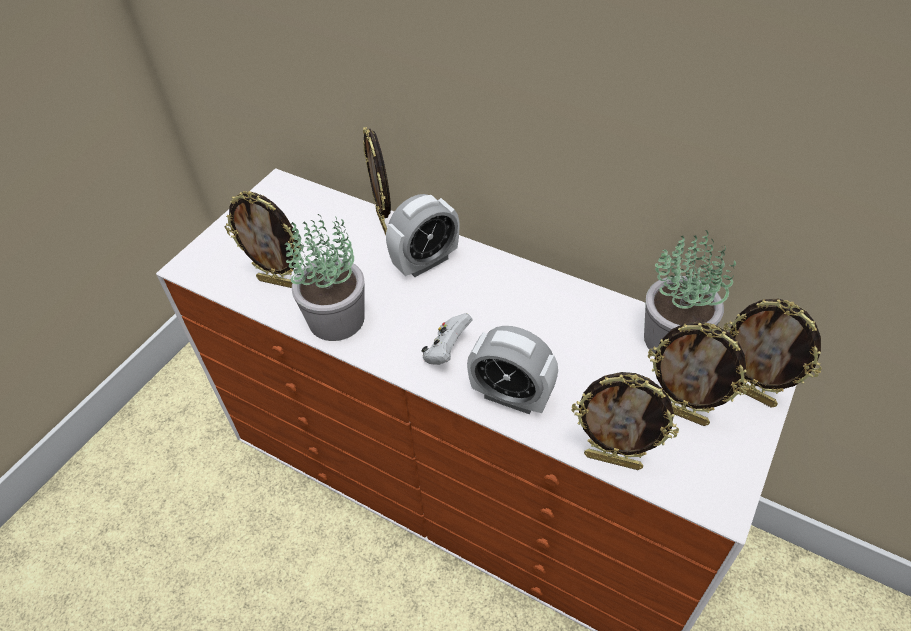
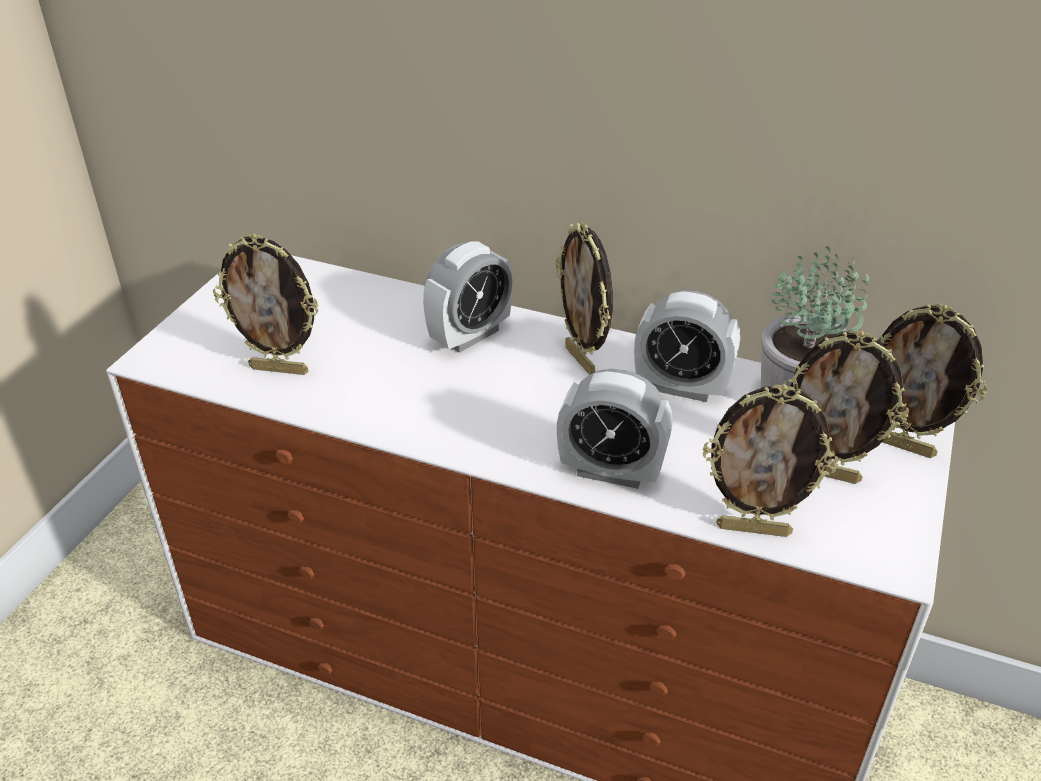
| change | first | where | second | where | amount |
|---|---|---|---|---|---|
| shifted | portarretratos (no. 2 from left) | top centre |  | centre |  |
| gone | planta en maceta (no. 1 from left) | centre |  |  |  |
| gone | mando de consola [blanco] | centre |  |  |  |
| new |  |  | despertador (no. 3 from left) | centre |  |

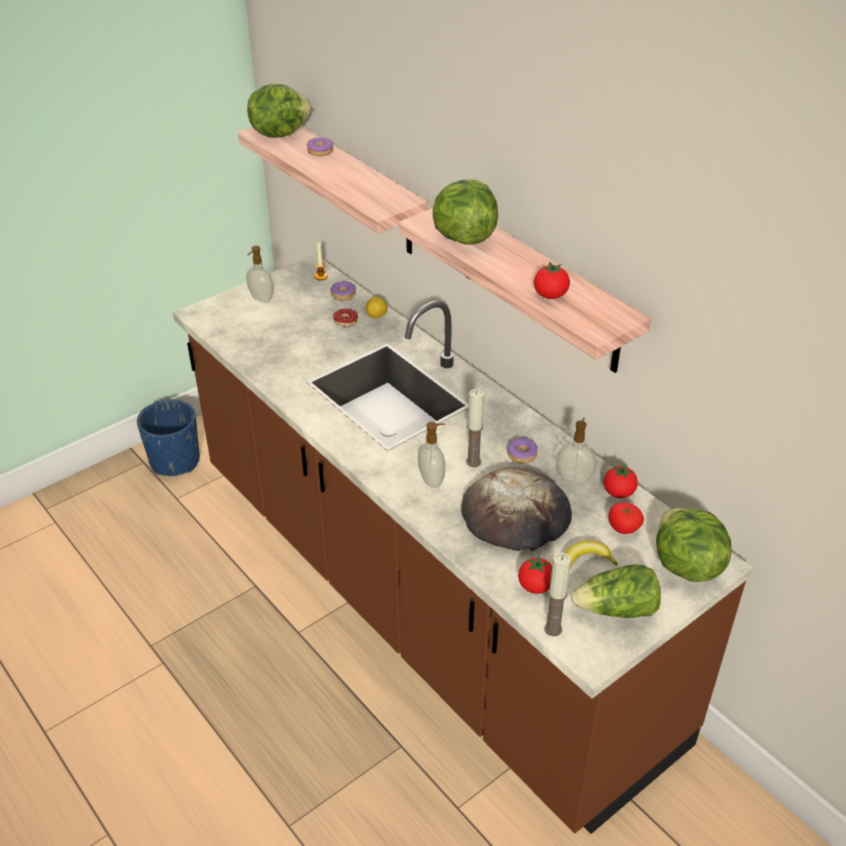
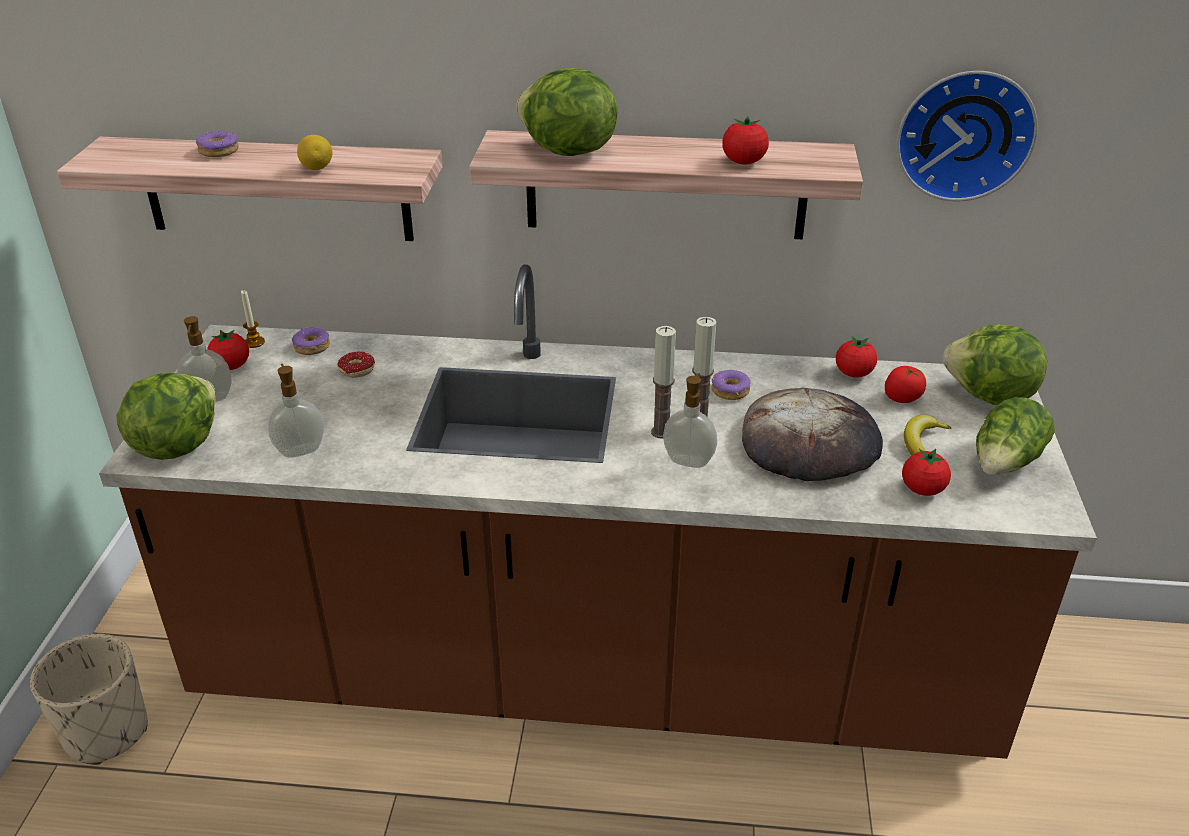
| change | first | where | second | where | amount |
|---|---|---|---|---|---|
| shifted | lechuga (no. 1 from left) | top left |  | middle left |  |
| shifted | limón | centre |  | top left |  |
| repainted | maceta [azul] | middle left | maceta [beis] | bottom left |  |
| shifted | dispensador de jabón (no. 3 from left in the first image) | middle right | dispensador de jabón (no. 2 from left) | middle left |  |
| shifted | vela (no. 3 from left in the first image) | bottom centre | vela (no. 2 from left) | centre |  |
| new |  |  | reloj de pared | top right |  |
| new |  |  | tomate (no. 1 from left) | middle left |  |

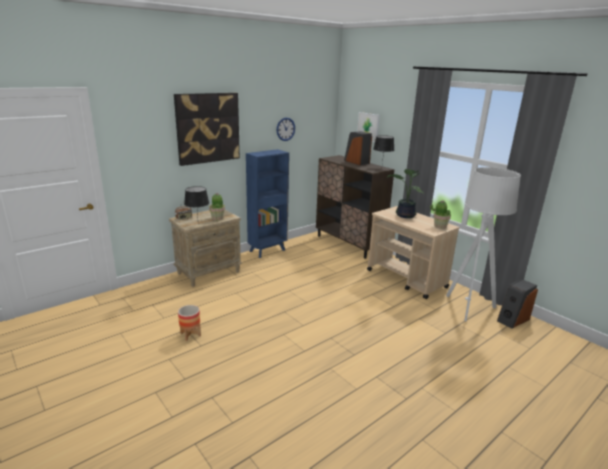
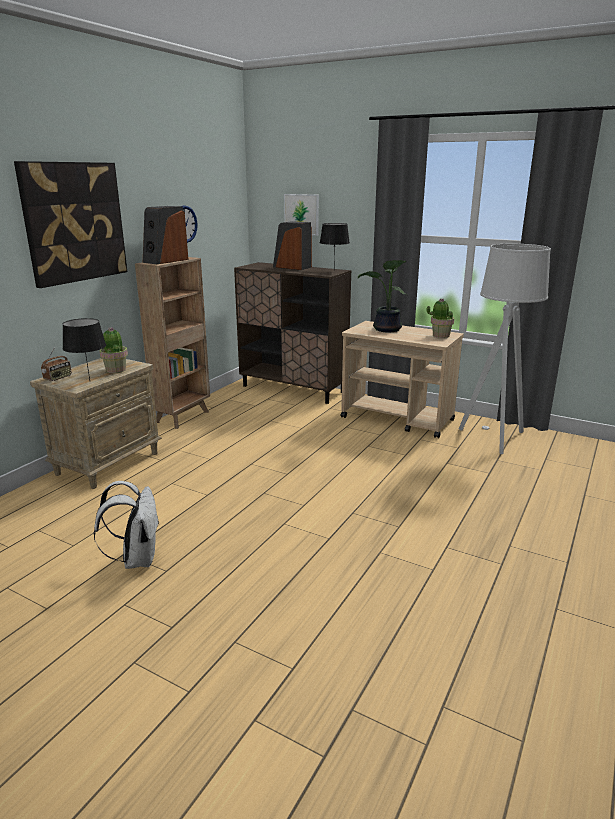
| change | first | where | second | where | amount |
|---|---|---|---|---|---|
| repainted | estantería [azul] | centre | estantería [marrón] | middle left |  |
| shifted | altavoz (no. 2 from left in the first image) | middle right | altavoz (no. 1 from left) | top left |  |
| swapped | maceta | bottom left | mochila [blanco] | middle left |  |

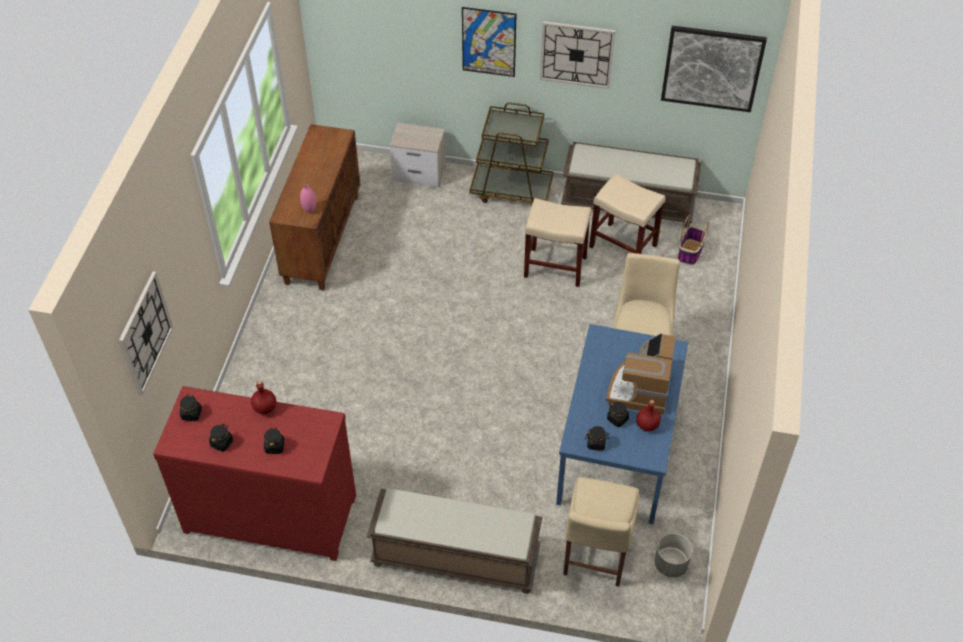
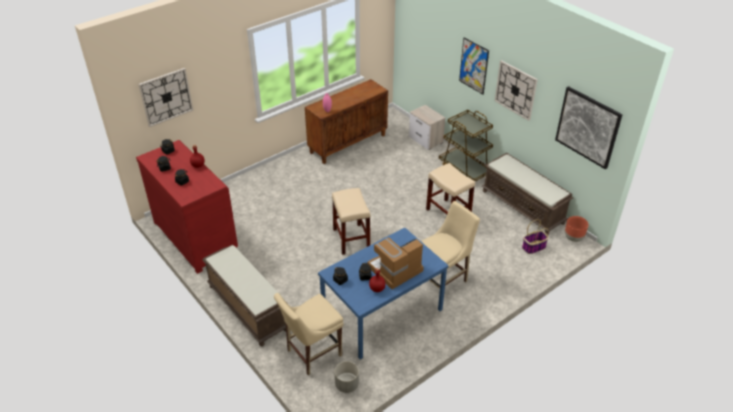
| change | first | where | second | where | amount |
|---|---|---|---|---|---|
| shifted | taburete [beis] (no. 2 from left in the first image) | top centre | taburete [beis] (no. 1 from left) | centre |  |
| new |  |  | maceta [marrón] | middle right |  |

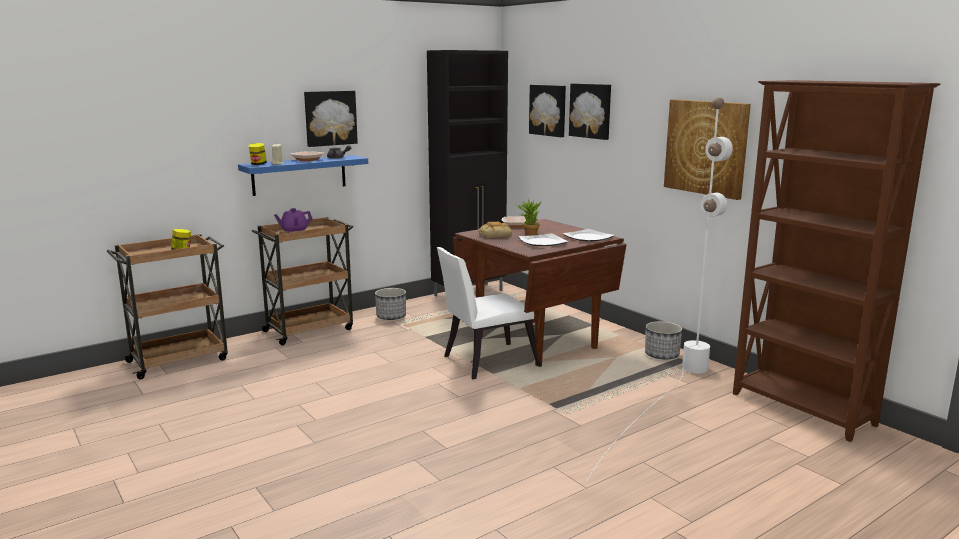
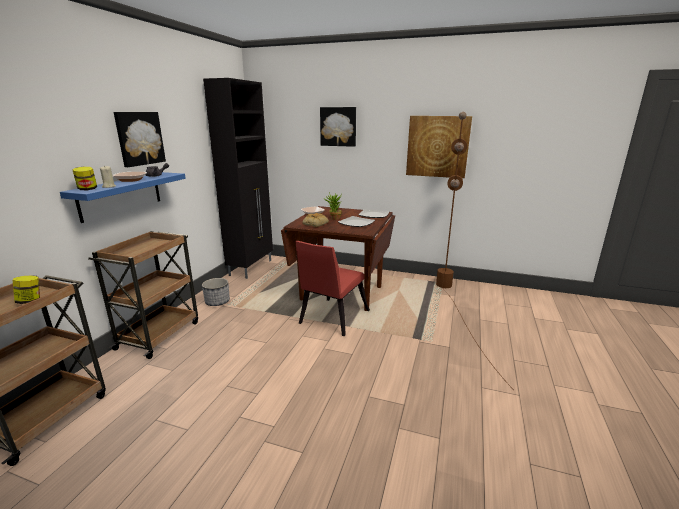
| change | first | where | second | where | amount |
|---|---|---|---|---|---|
| gone | estantería [marrón] | middle right |  |  |  |
| gone | cuadro (no. 2 from left) | top centre |  |  |  |
| repainted | lámpara de pie [blanco] | middle right | lámpara de pie [marrón] | middle right |  |
| gone | tetera [morado] | middle left |  |  |  |
| repainted | silla [blanco] | centre | silla [rojo] | centre |  |
| gone | maceta (no. 2 from left) | middle right |  |  |  |

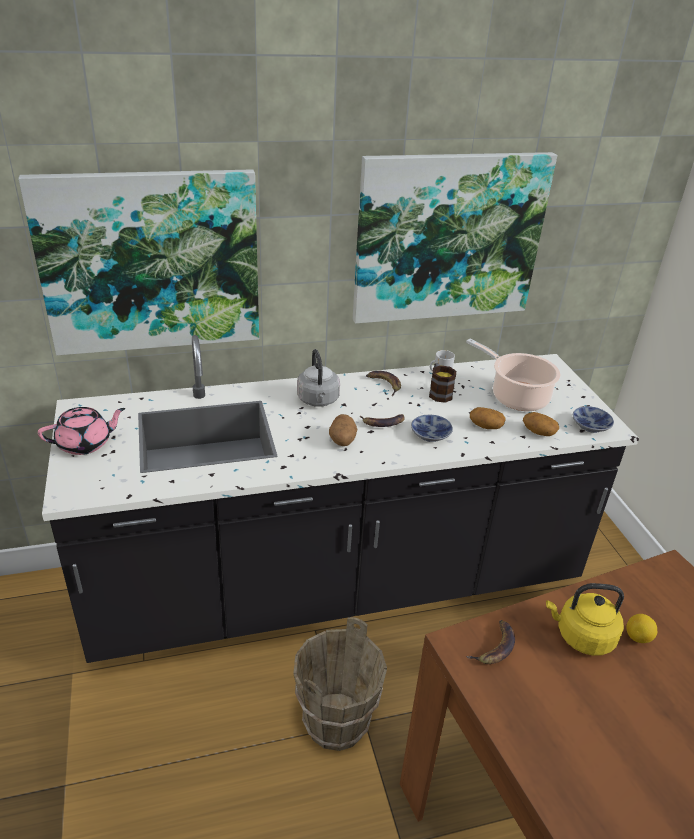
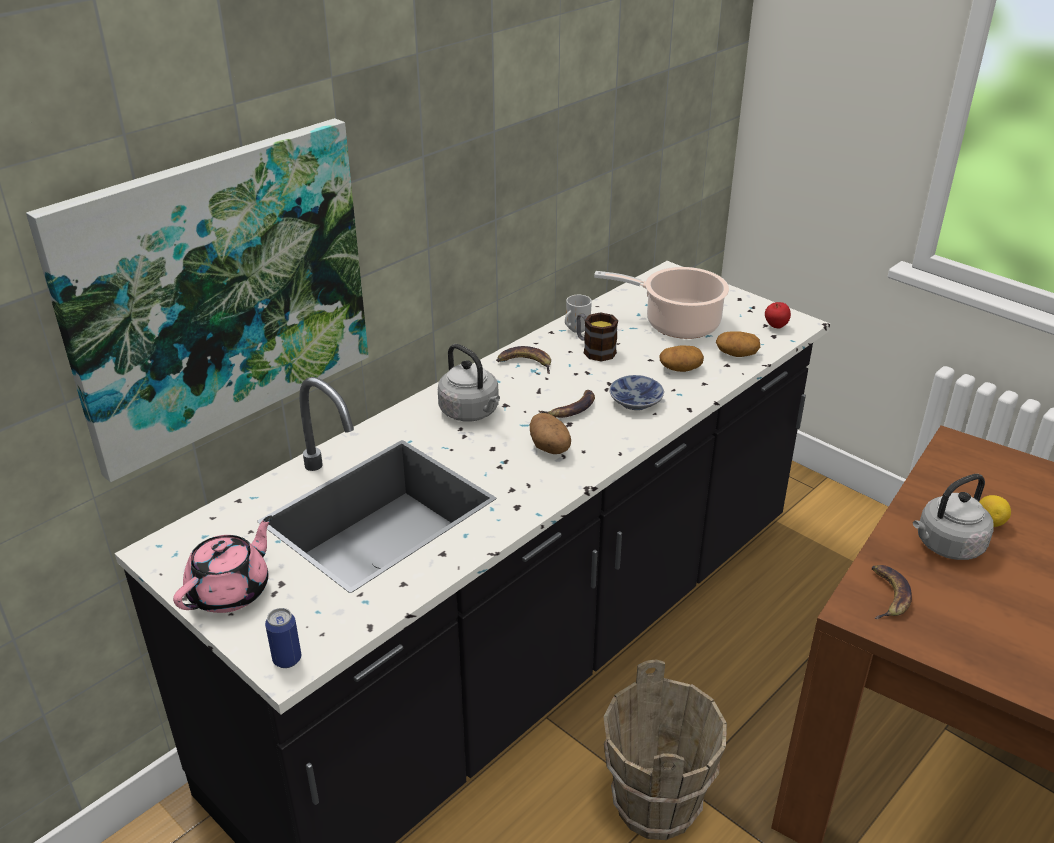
| change | first | where | second | where | amount |
|---|---|---|---|---|---|
| gone | cuadro (no. 2 from left) | top centre |  |  |  |
| swapped | cuenco (no. 2 from left) | middle right | manzana | middle right |  |
| repainted | hervidor [amarillo] | bottom right | hervidor [gris] (no. 2 from left) | middle right |  |
| new |  |  | lata | bottom left |  |

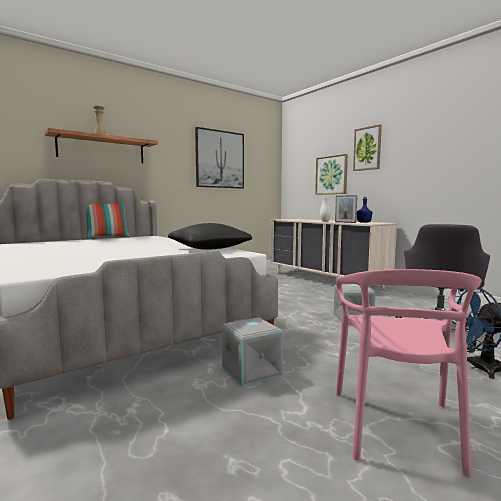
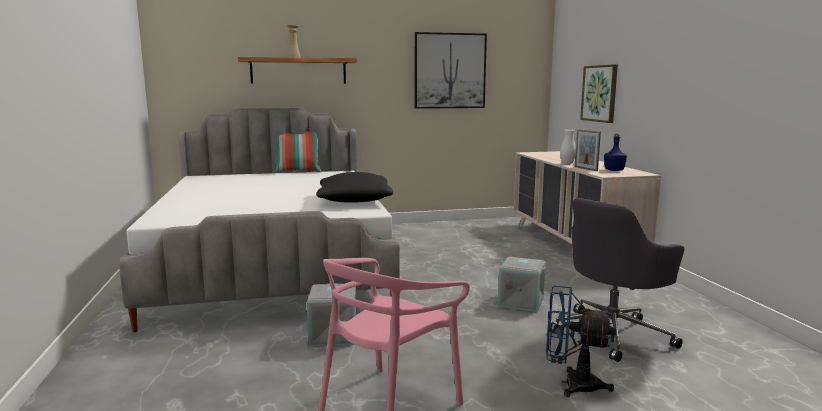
| change | first | where | second | where | amount |
|---|---|---|---|---|---|
| gone | cuadro (no. 3 from left) | top right |  |  |  |

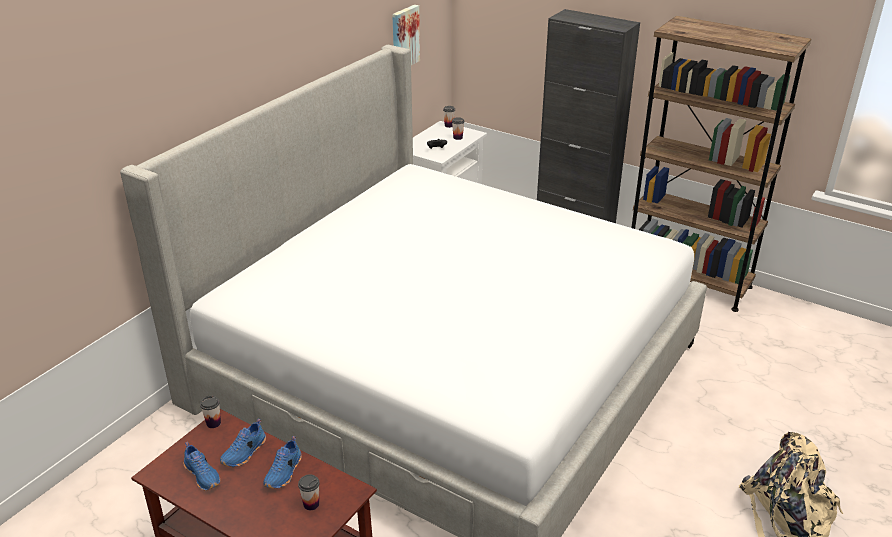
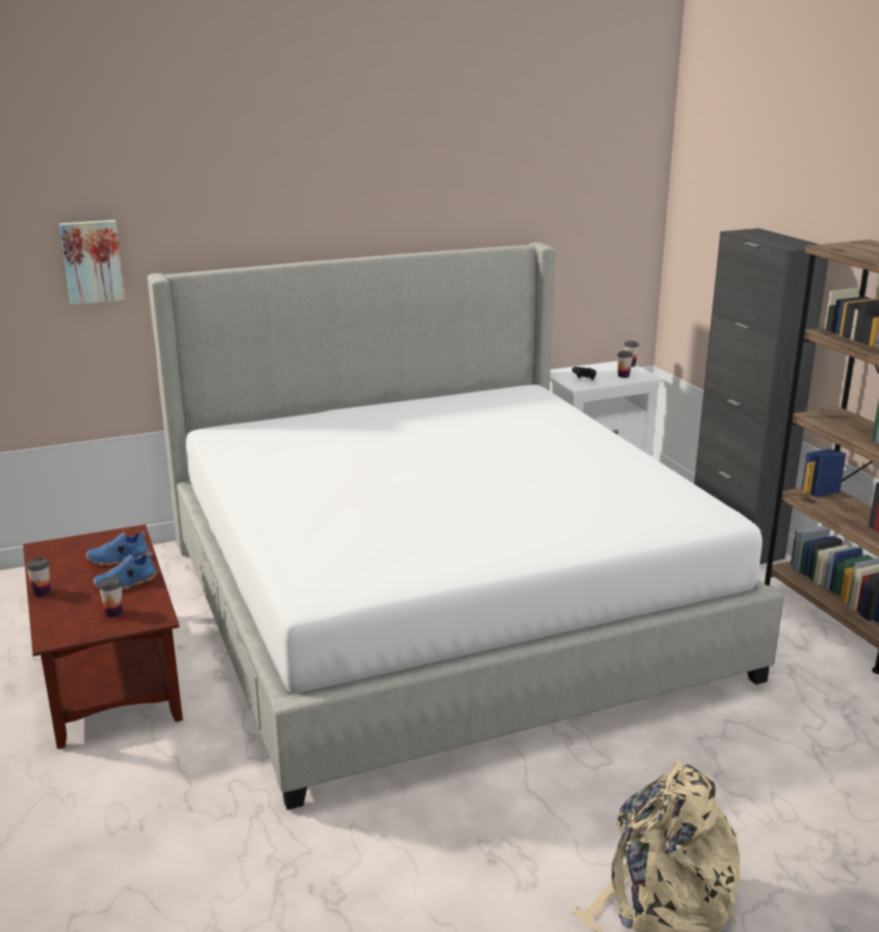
| change | first | where | second | where | amount |
|---|---|---|---|---|---|
| shifted | cuadro | top centre |  | top left |  |
| shifted | taza (no. 1 from left) | bottom left |  | middle left |  |
| gone | zapato [azul] (no. 1 from left) | bottom left |  |  |  |

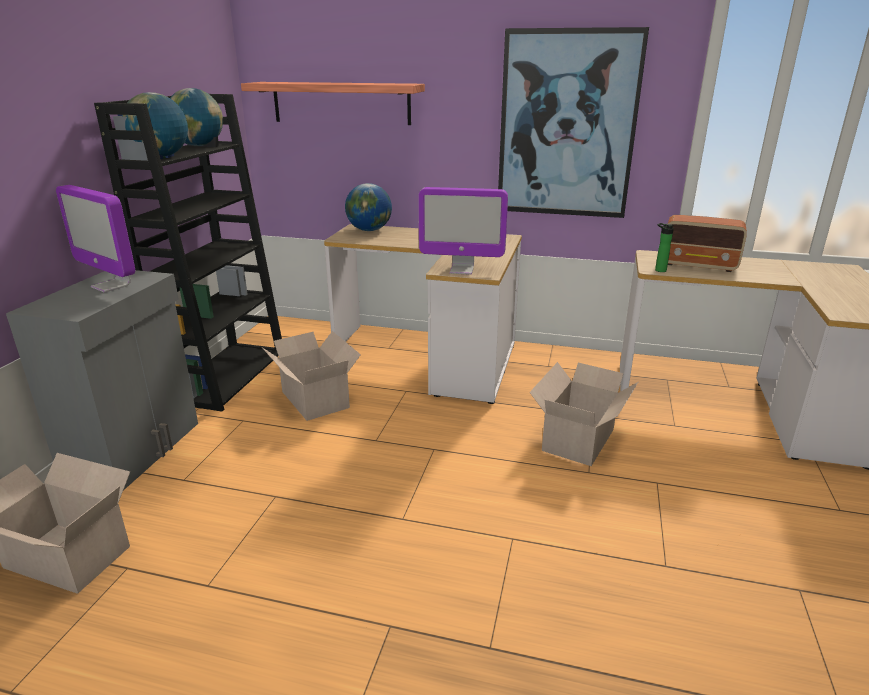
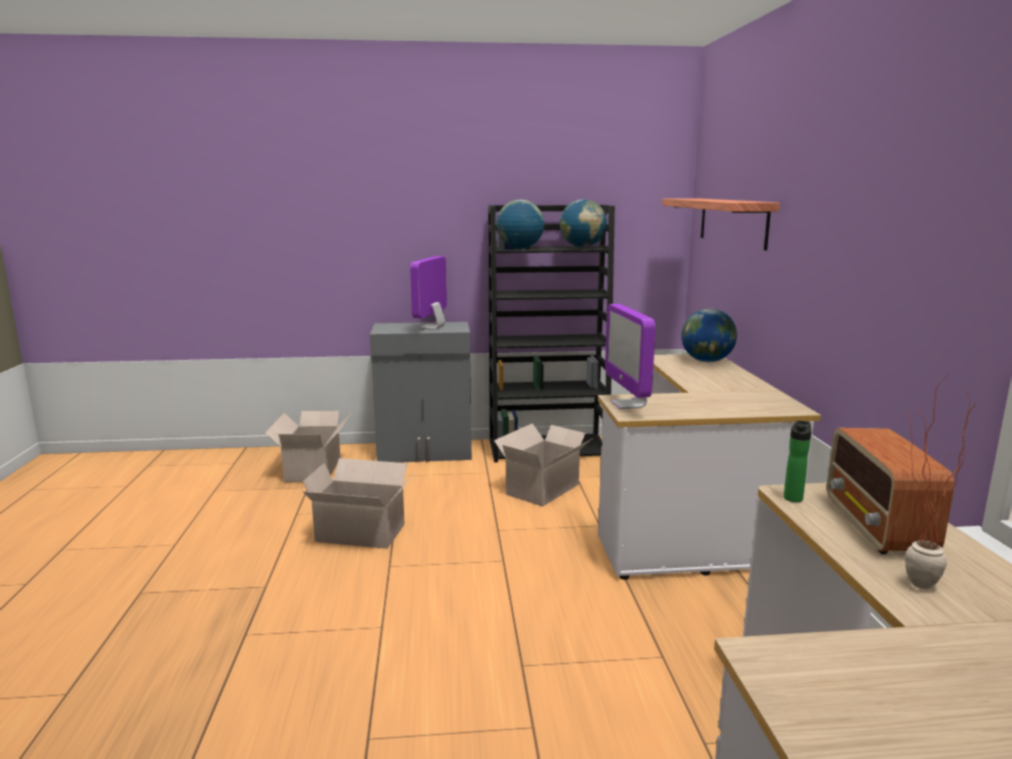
| change | first | where | second | where | amount |
|---|---|---|---|---|---|
| gone | cuadro | top centre |  |  |  |
| shifted | caja de cartón (no. 3 from left in the first image) | middle right | caja de cartón (no. 2 from left) | centre |  |
| new |  |  | planta en maceta | middle right |  |

